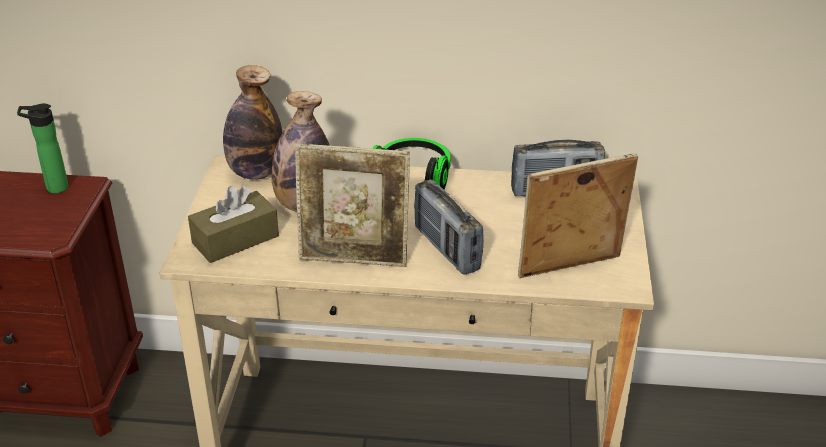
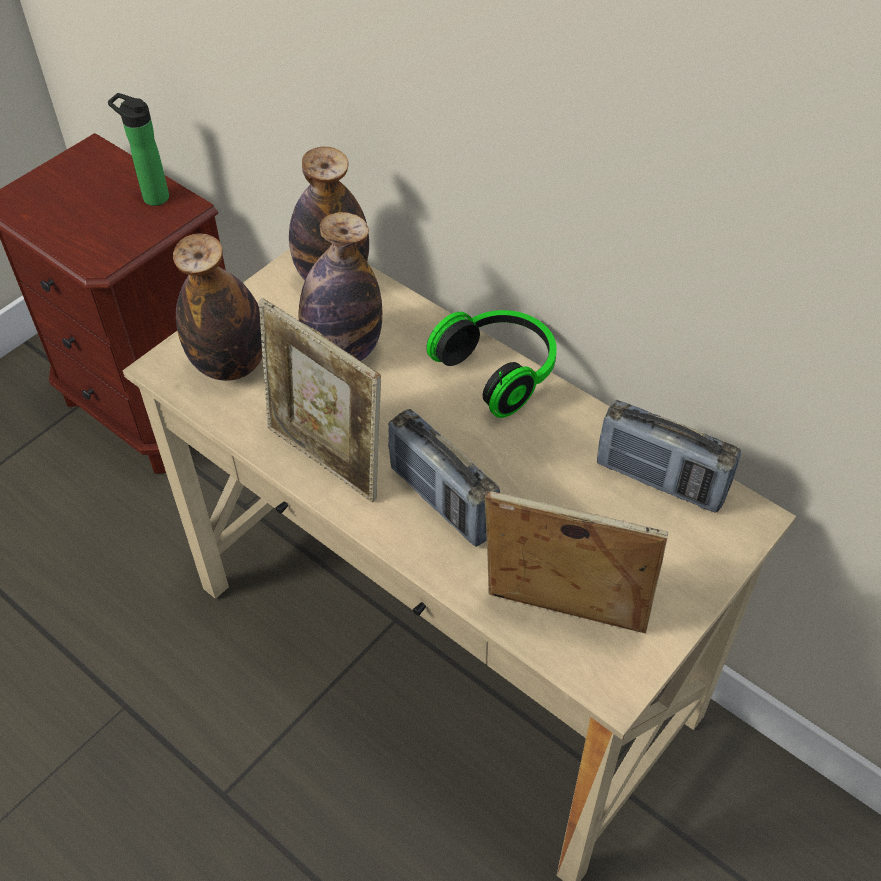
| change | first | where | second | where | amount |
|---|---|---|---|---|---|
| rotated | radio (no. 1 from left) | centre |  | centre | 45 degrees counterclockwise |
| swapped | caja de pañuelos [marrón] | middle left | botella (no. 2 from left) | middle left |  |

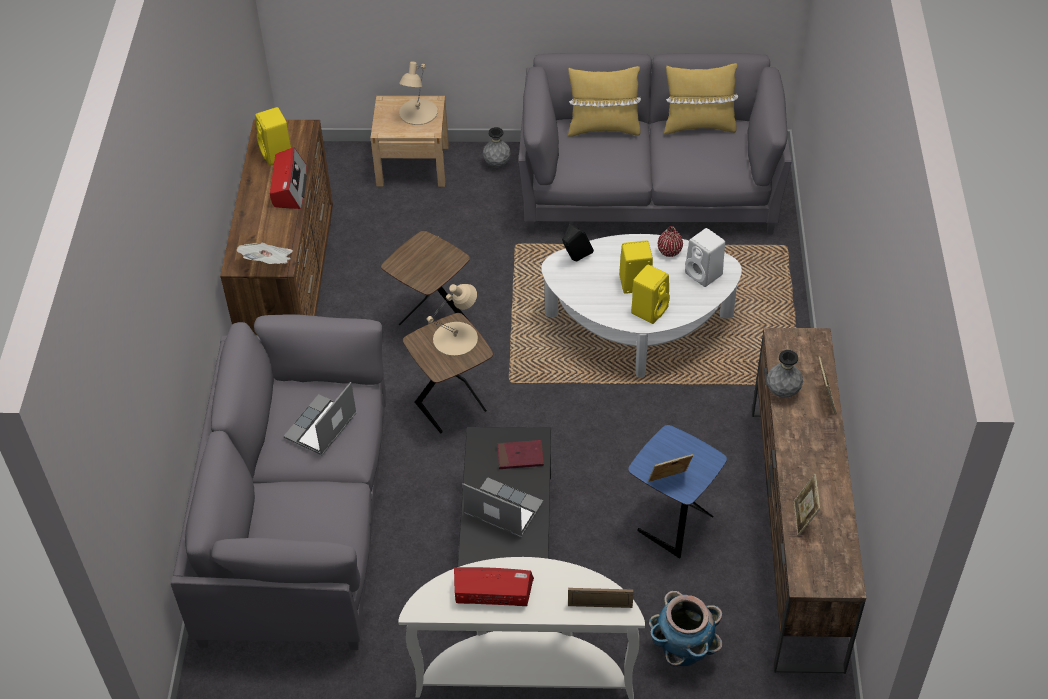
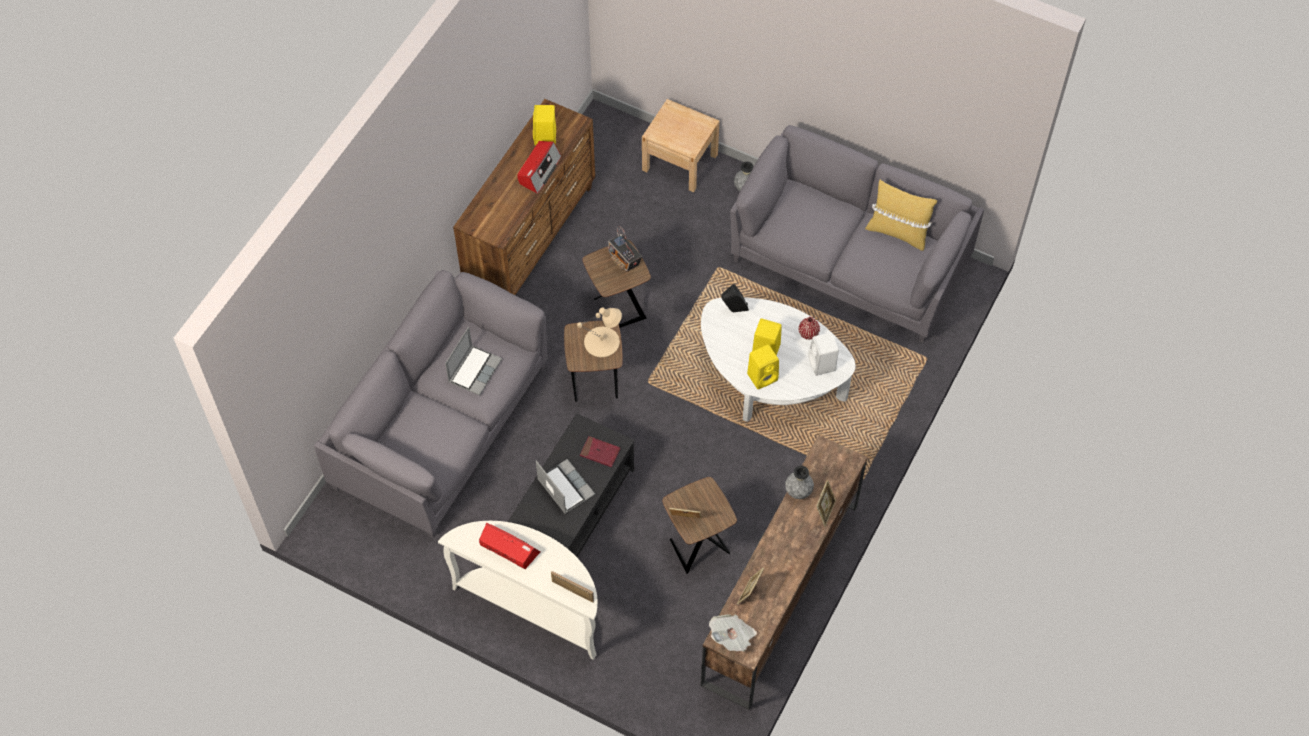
| change | first | where | second | where | amount |
|---|---|---|---|---|---|
| gone | lámpara de mesa [beis] (no. 1 from left) | top centre |  |  |  |
| gone | cojín [amarillo] (no. 1 from left) | top centre |  |  |  |
| shifted | periódico | middle left |  | bottom centre |  |
| rotated | portátil (no. 1 from left) | middle left |  | centre | 150 degrees clockwise |
| repainted | mesa auxiliar [azul] | bottom centre | mesa auxiliar [marrón] (no. 3 from left) | bottom centre |  |
| gone | maceta | bottom centre |  |  |  |
| new |  |  | radio (no. 3 from left) | centre |  |

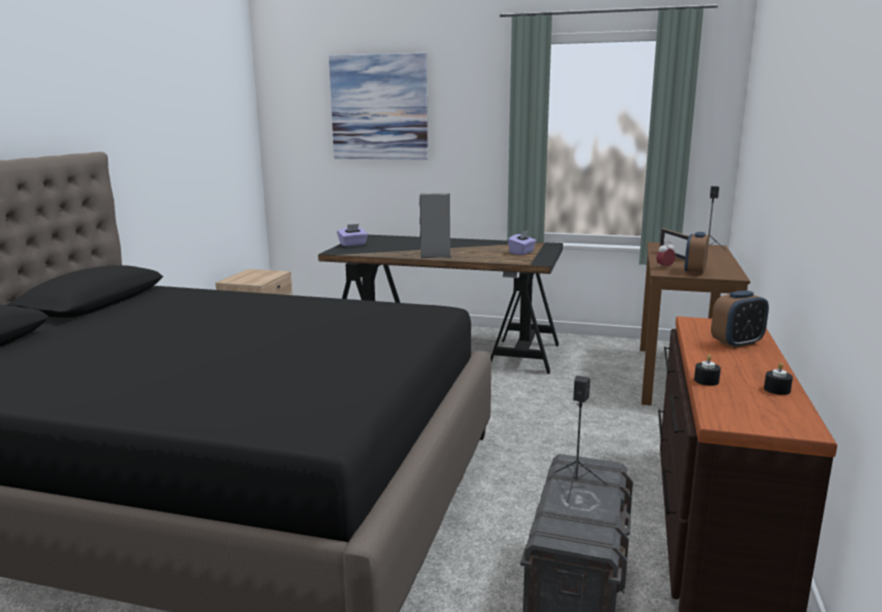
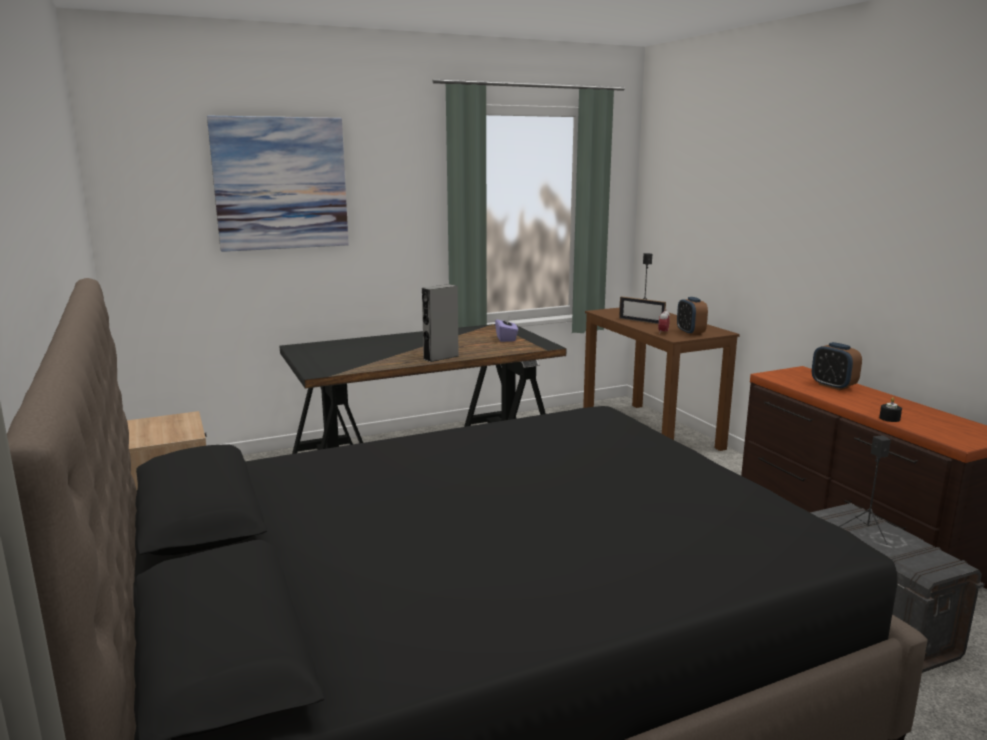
| change | first | where | second | where | amount |
|---|---|---|---|---|---|
| gone | caja de pañuelos [morado] (no. 1 from left) | centre |  |  |  |
| rotated | despertador (no. 3 from left) | middle right |  | middle right | 120 degrees clockwise |
| gone | vela [negro] (no. 2 from left) | middle right |  |  |  |

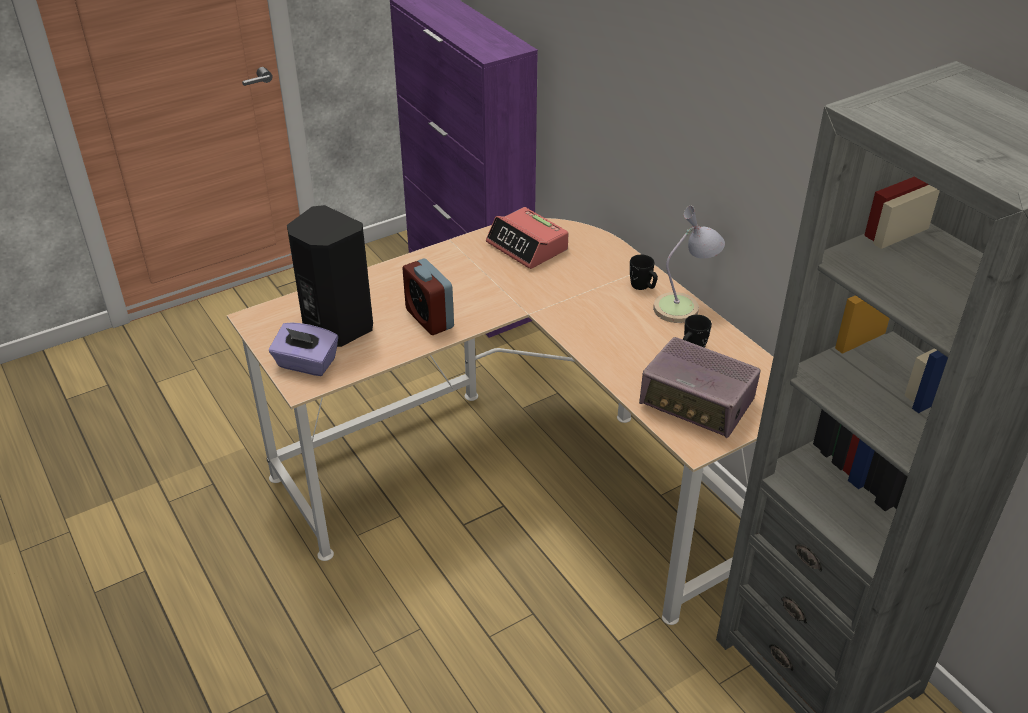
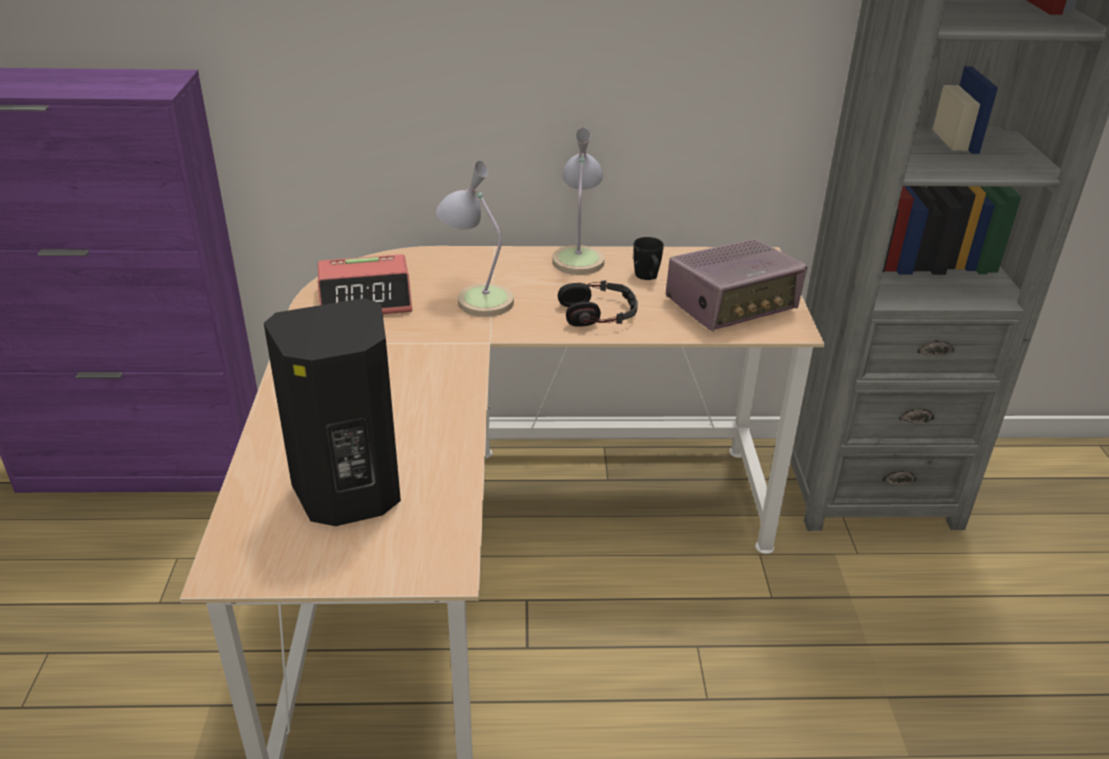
| change | first | where | second | where | amount |
|---|---|---|---|---|---|
| gone | taza grande [negro] (no. 1 from left) | centre |  |  |  |
| gone | despertador (no. 1 from left) | centre |  |  |  |
| gone | caja de pañuelos [morado] | middle left |  |  |  |
| new |  |  | lámpara de mesa (no. 1 from left) | top centre |  |
| new |  |  | auriculares | centre |  |

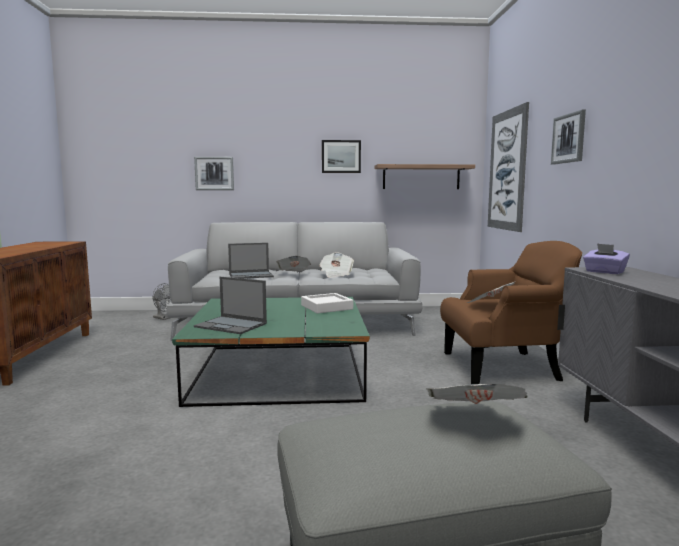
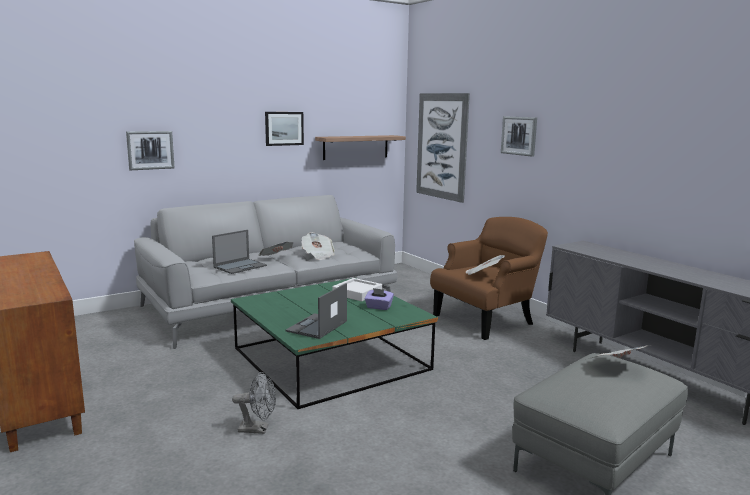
| change | first | where | second | where | amount |
|---|---|---|---|---|---|
| shifted | caja de pañuelos [morado] | middle right |  | centre |  |
| rotated | portátil (no. 1 from left in the first image) | centre | portátil (no. 2 from left) | centre | 120 degrees clockwise |
| shifted | ventilador [gris] | middle left |  | bottom centre |  |

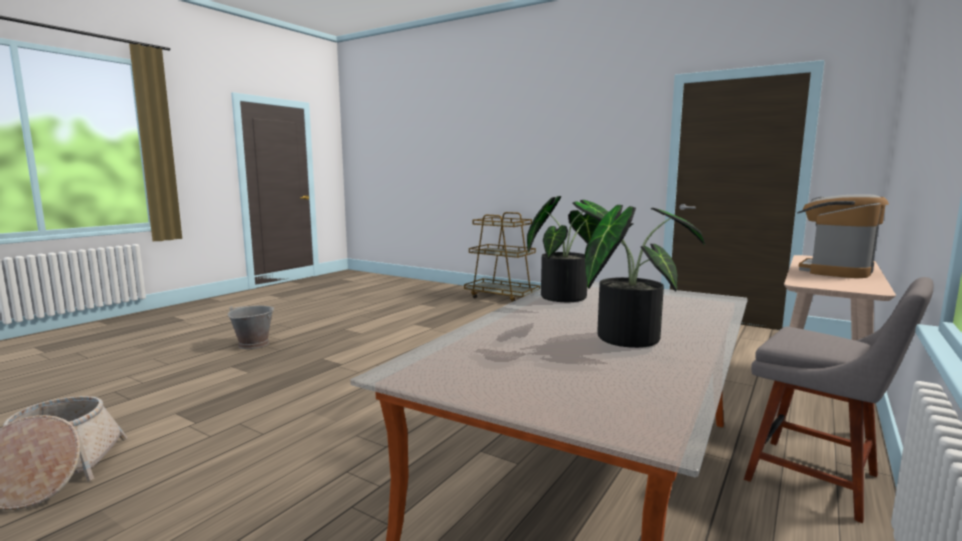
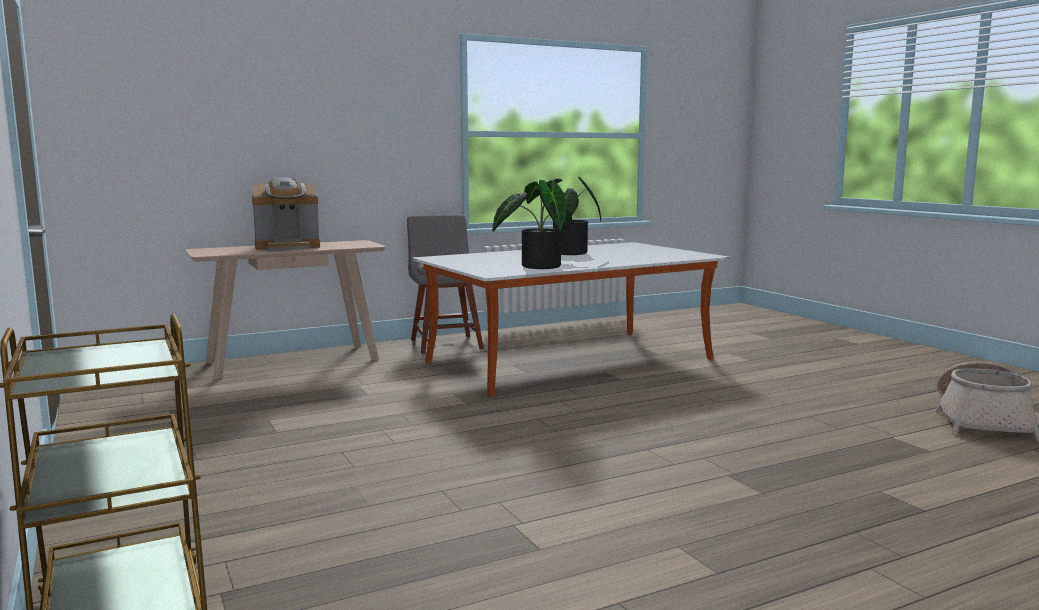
| change | first | where | second | where | amount |
|---|---|---|---|---|---|
| gone | cubo [gris] | middle left |  |  |  |

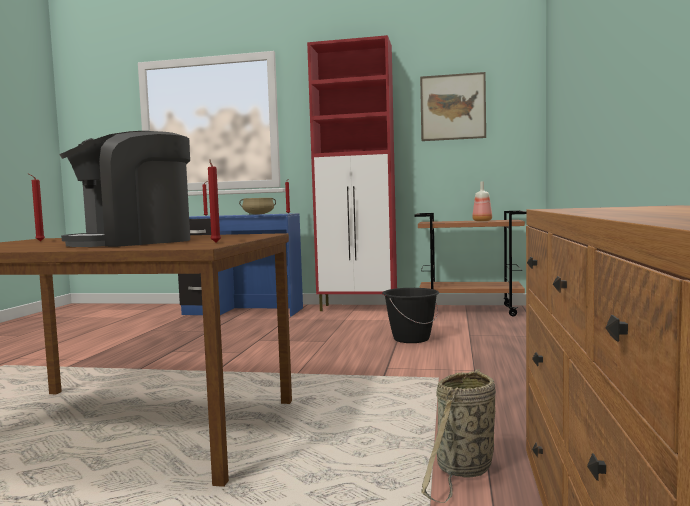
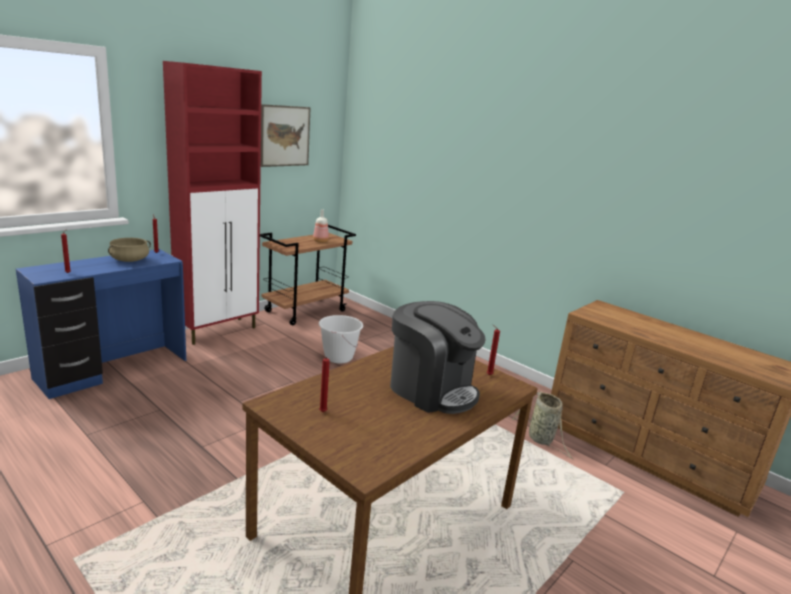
| change | first | where | second | where | amount |
|---|---|---|---|---|---|
| rotated | cafetera | middle left |  | centre | 45 degrees counterclockwise |
| repainted | cubo [negro] | centre | cubo [blanco] | centre |  |

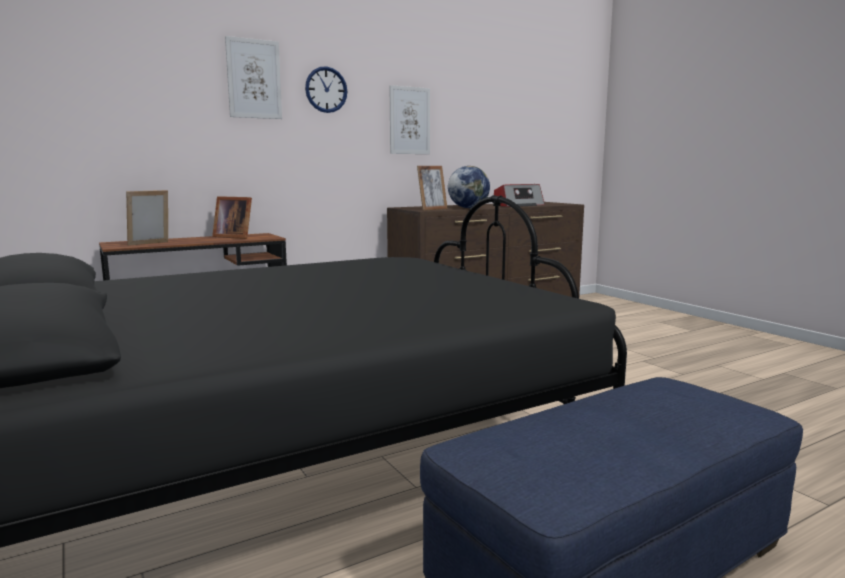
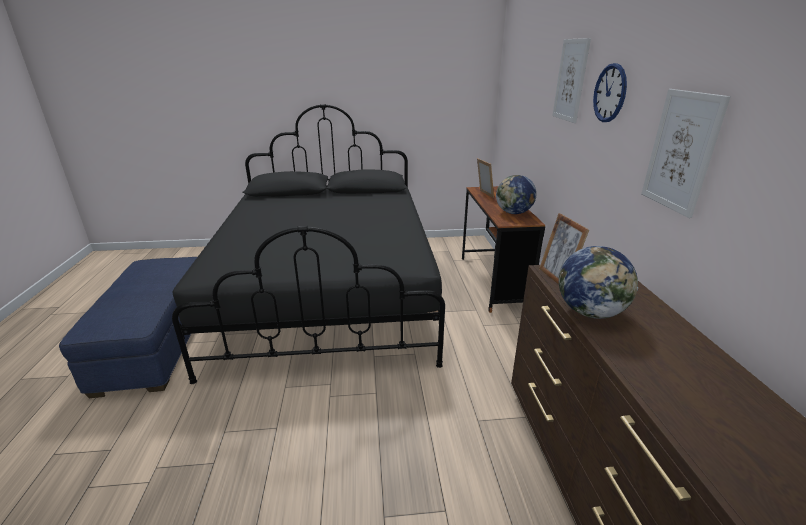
| change | first | where | second | where | amount |
|---|---|---|---|---|---|
| gone | radio | centre |  |  |  |
| swapped | portarretratos (no. 2 from left) | middle left | globo terráqueo (no. 1 from left) | centre |  |

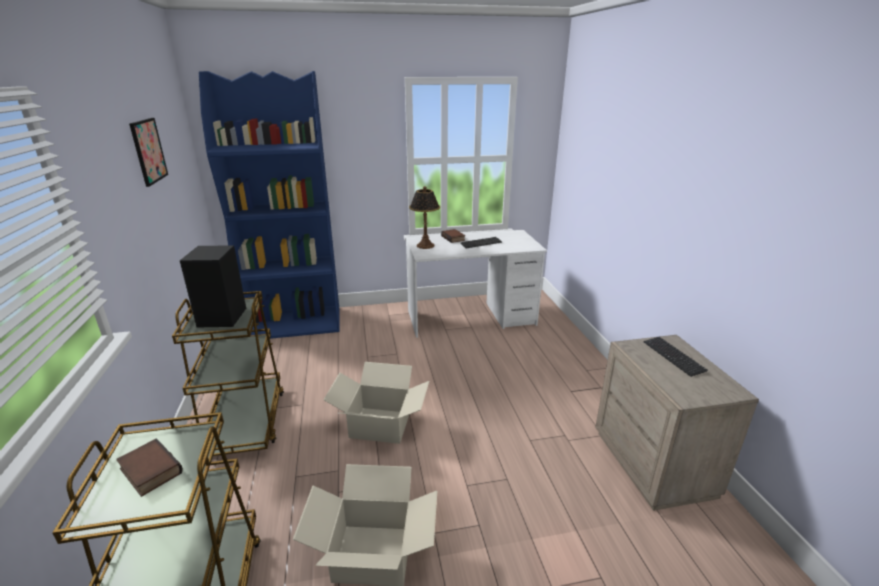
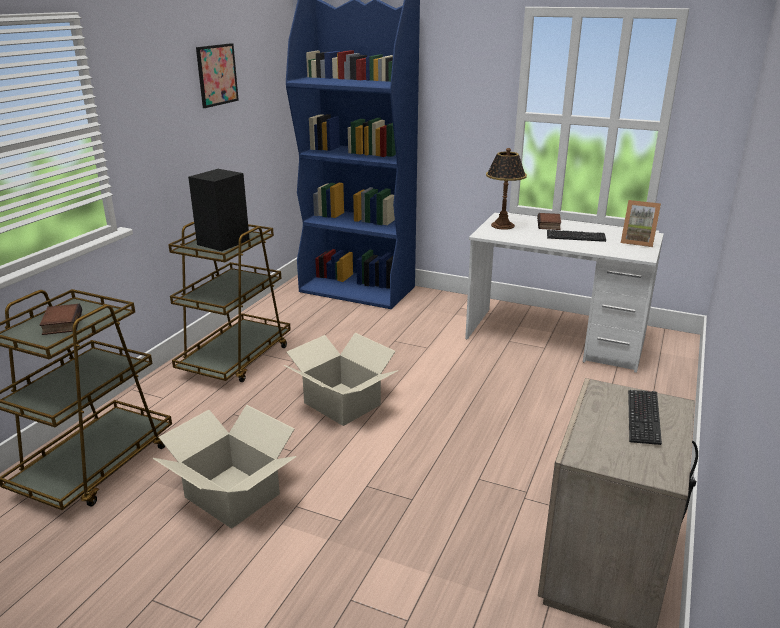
| change | first | where | second | where | amount |
|---|---|---|---|---|---|
| new |  |  | portarretratos | middle right |  |

